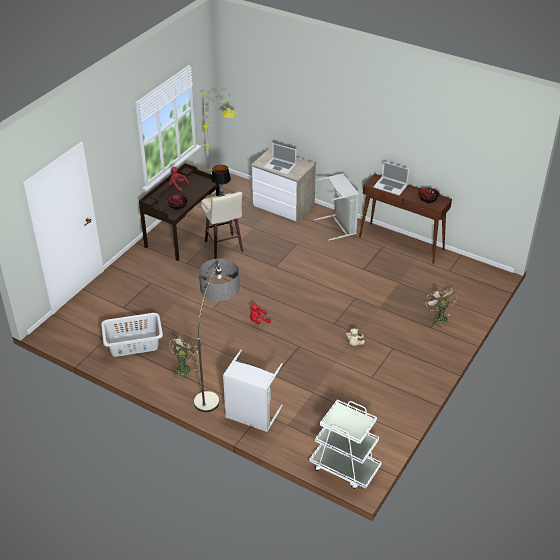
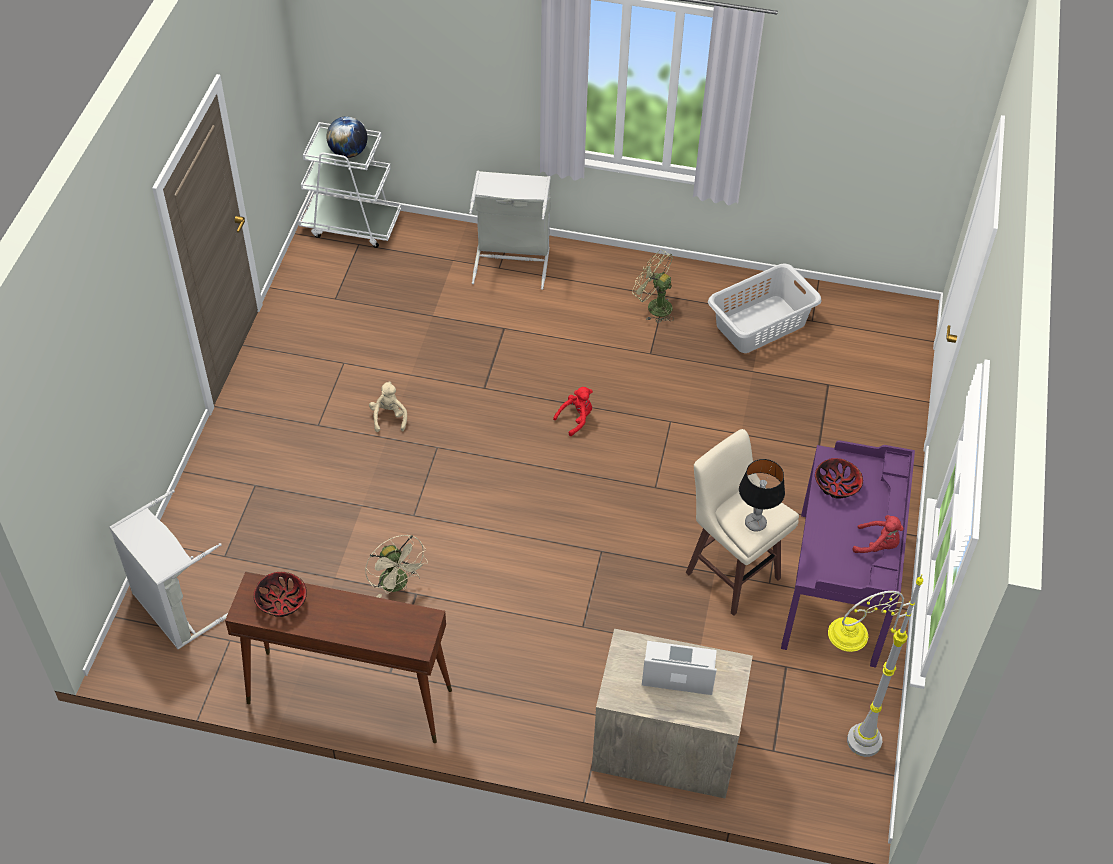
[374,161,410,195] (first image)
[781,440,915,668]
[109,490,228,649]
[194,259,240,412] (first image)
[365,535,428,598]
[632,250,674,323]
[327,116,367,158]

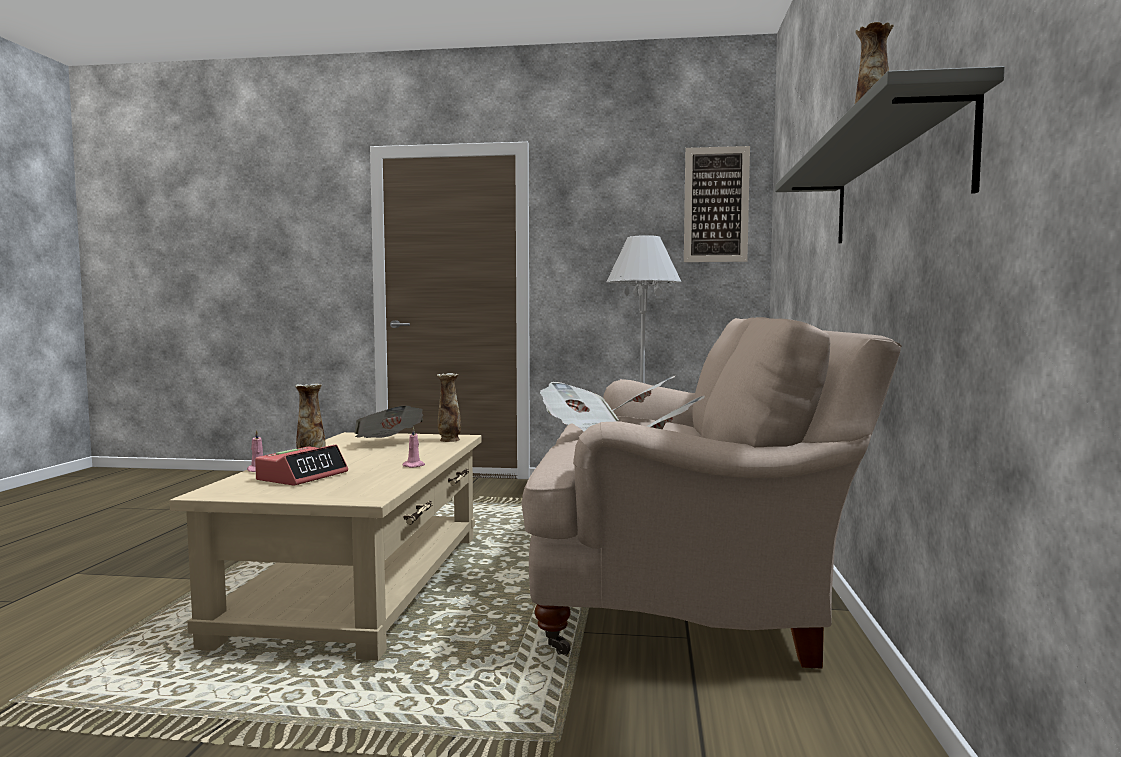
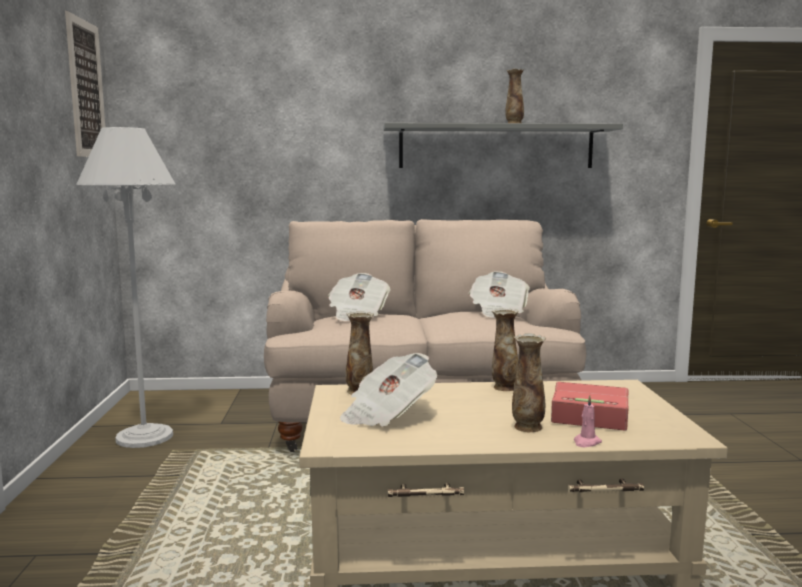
[540,382,619,431] (first image)
[492,308,518,391]

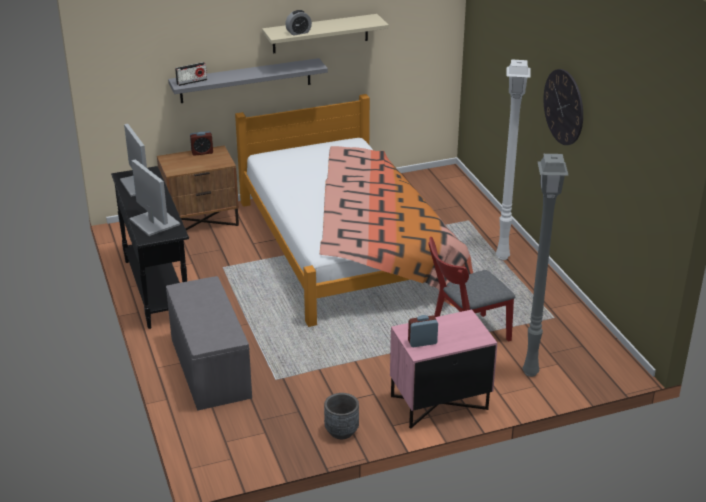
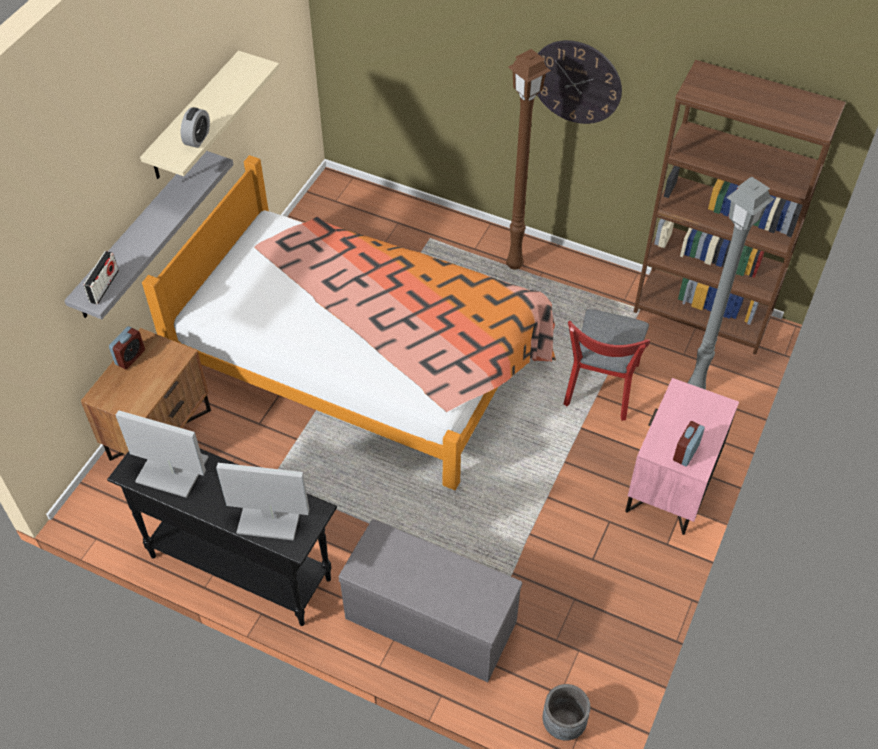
[506,49,551,270]
[543,684,590,741]
[634,60,846,355]

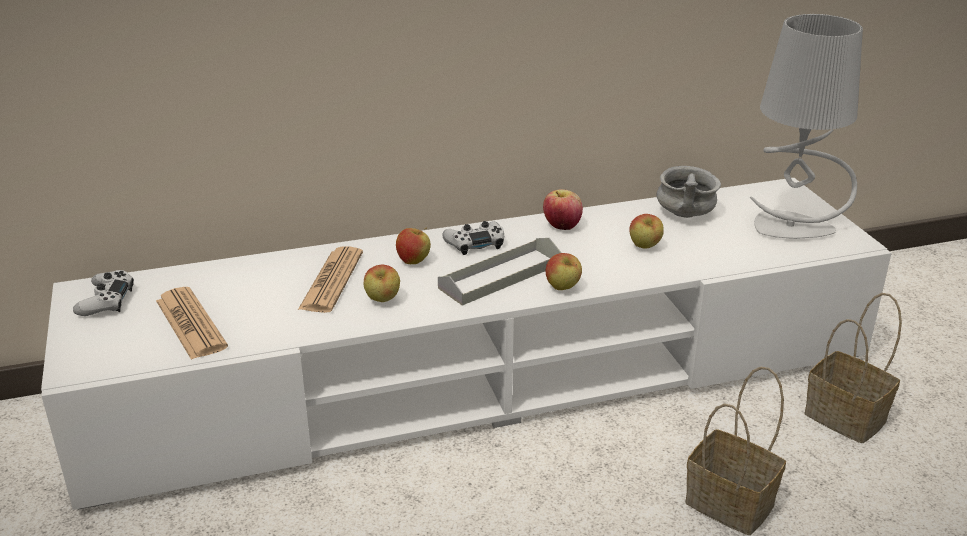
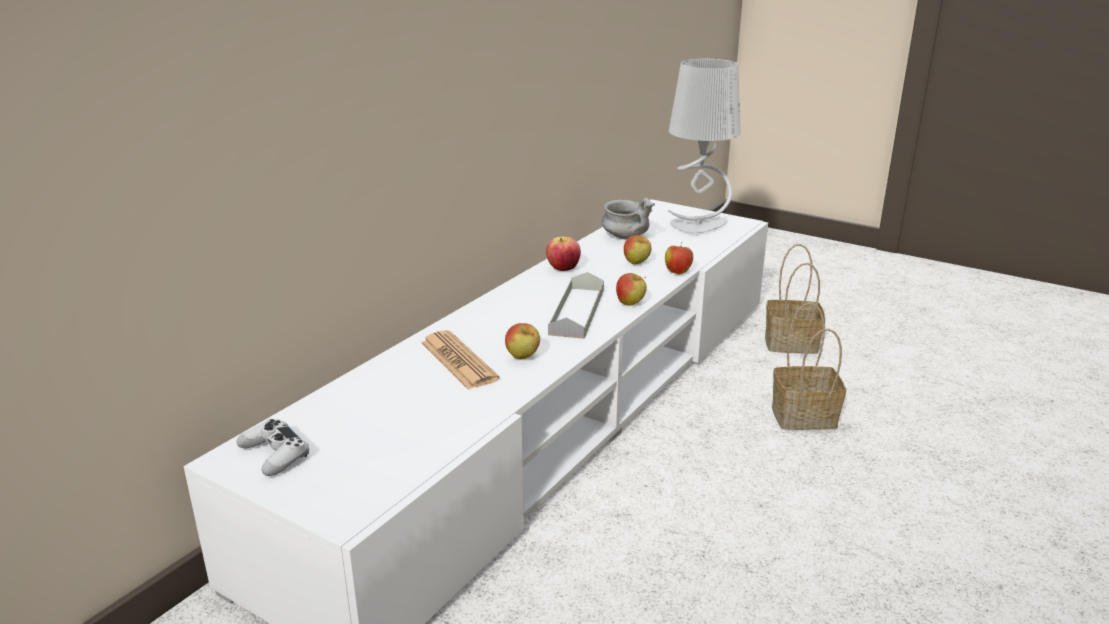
[442,221,504,255] (first image)
[665,242,693,275]
[156,287,228,360] (first image)

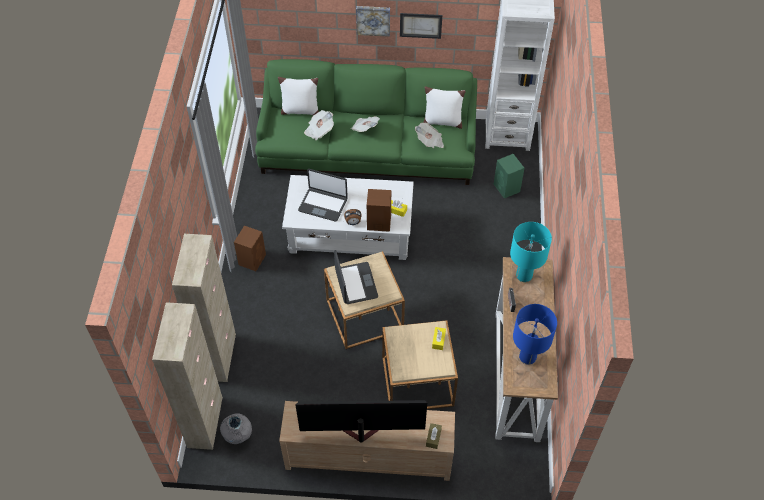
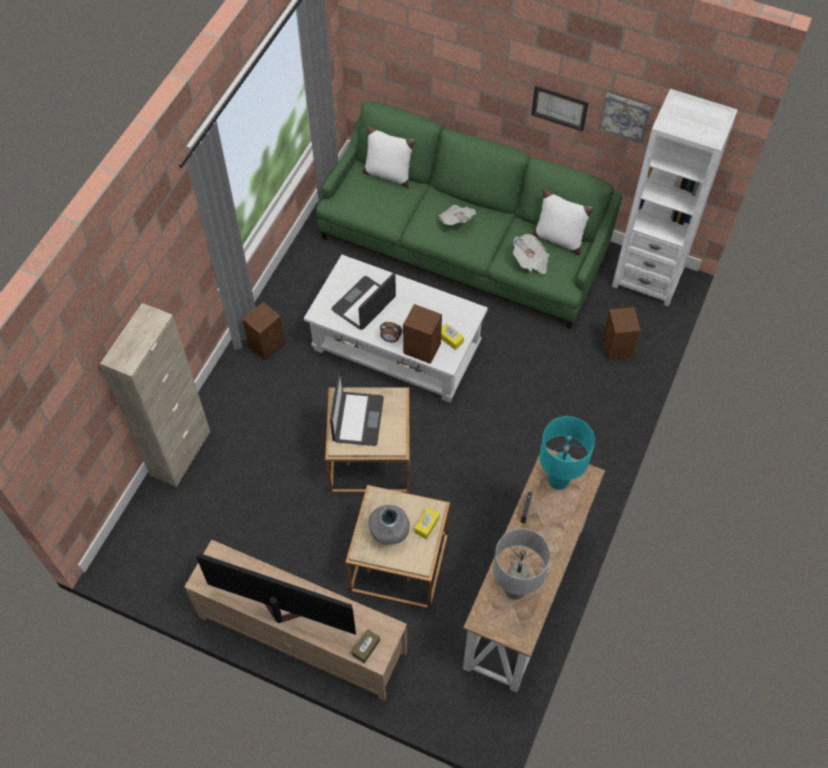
[599,93,651,143]
[304,110,334,141] (first image)
[602,307,641,360]
[331,273,396,330]
[152,302,223,450] (first image)
[493,529,550,600]
[368,505,410,545]

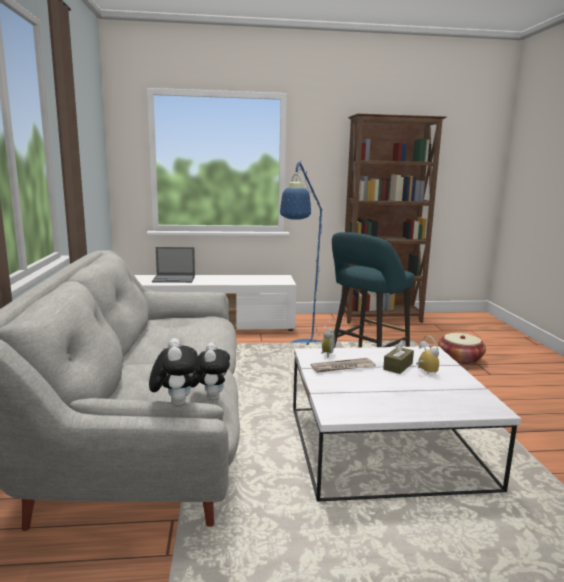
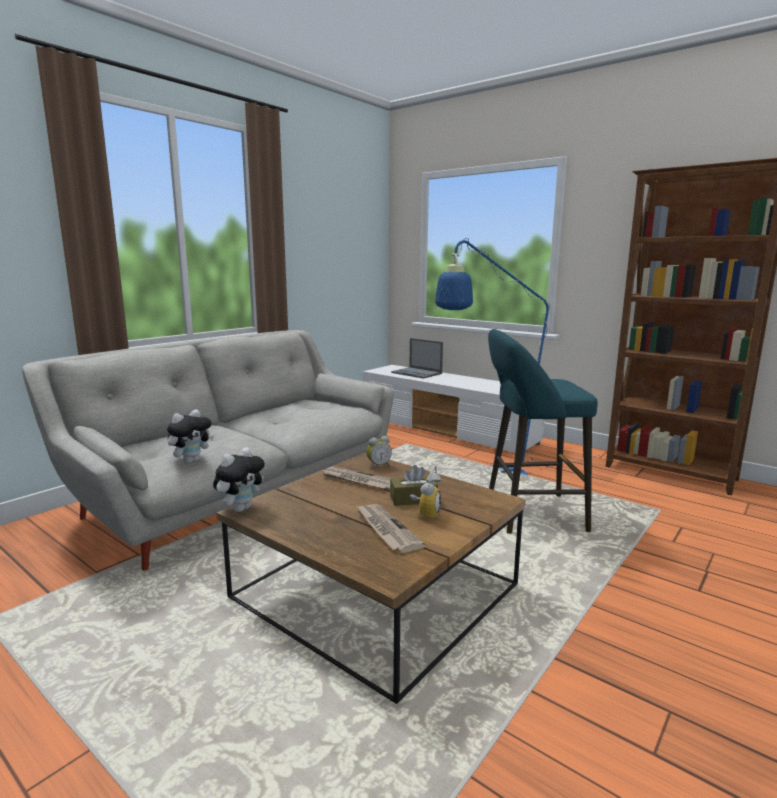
[438,333,486,365] (first image)
[213,447,265,512]
[216,453,526,704]
[355,504,426,553]

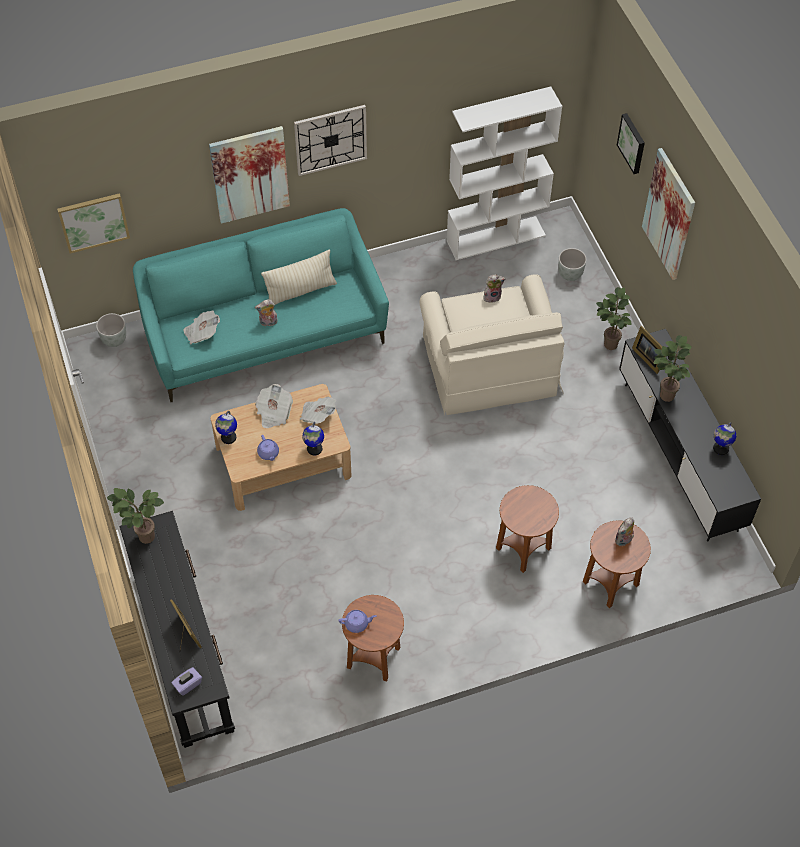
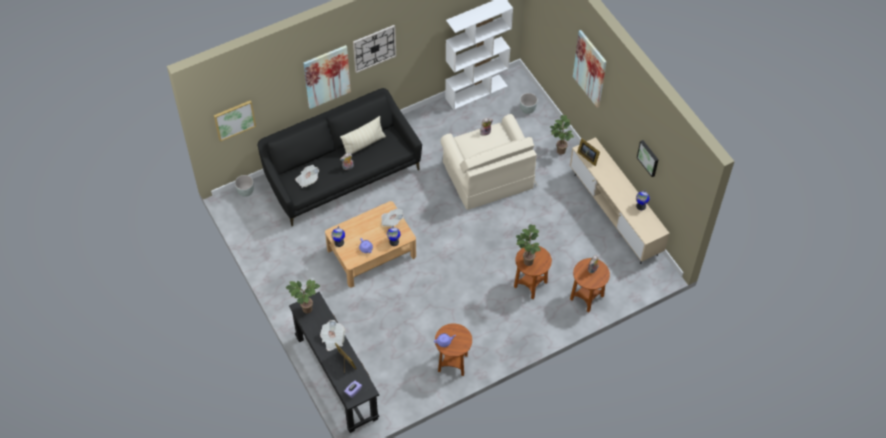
[637,140,658,177]
[258,88,422,226]
[570,137,670,264]
[516,224,540,266]
[320,320,345,351]

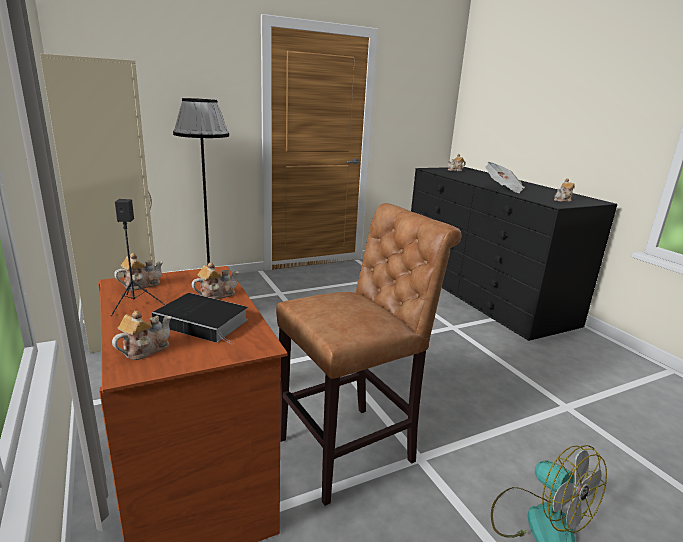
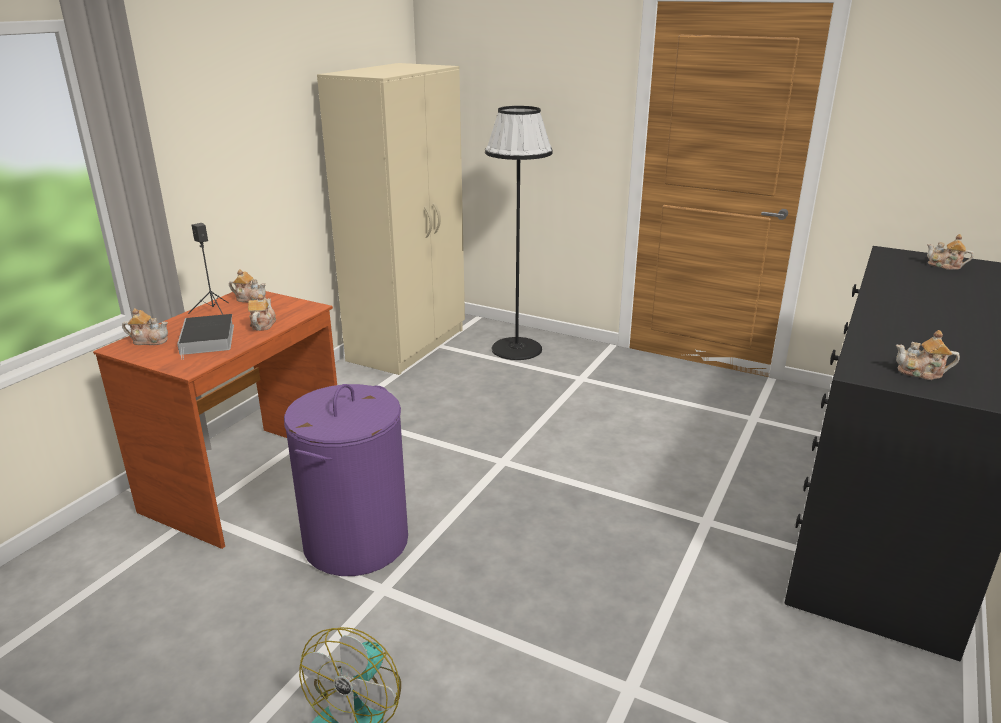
[485,162,525,193] (first image)
[284,384,408,576]
[248,294,276,331]

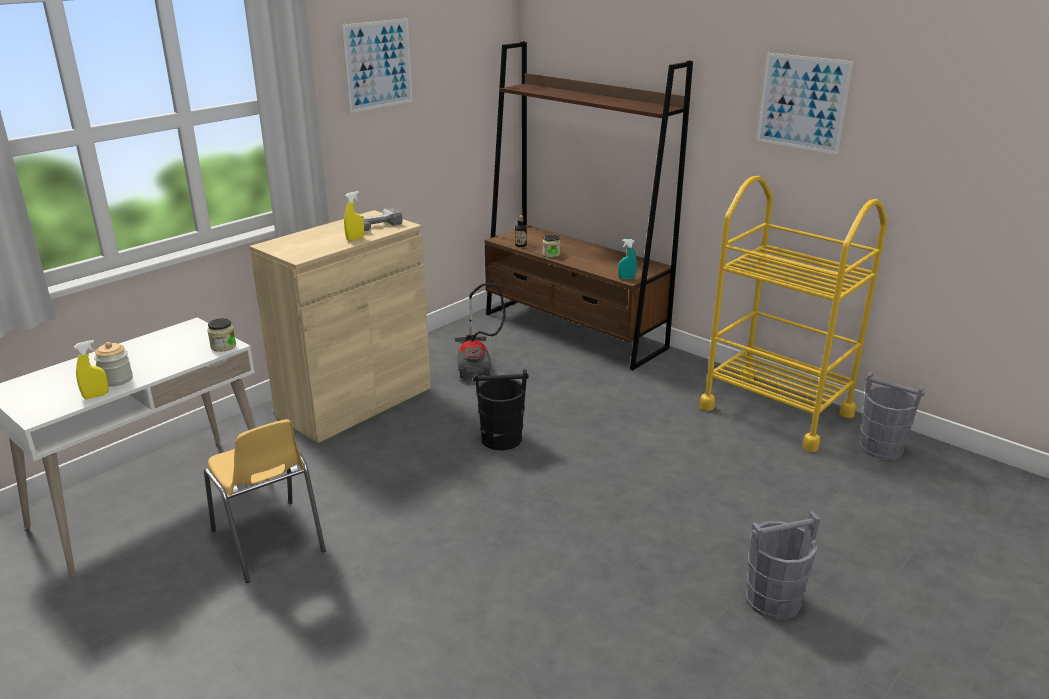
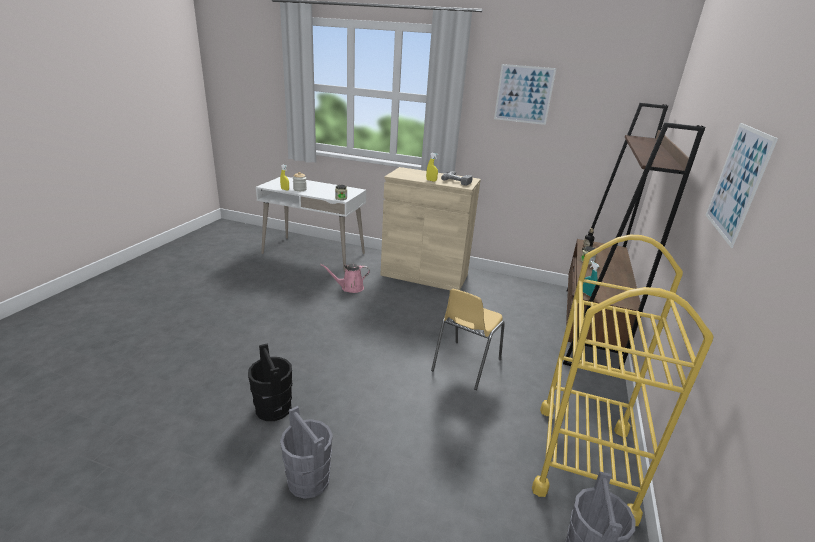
[455,283,506,379] (first image)
[248,343,292,421]
[431,289,505,390]
[320,264,370,293]

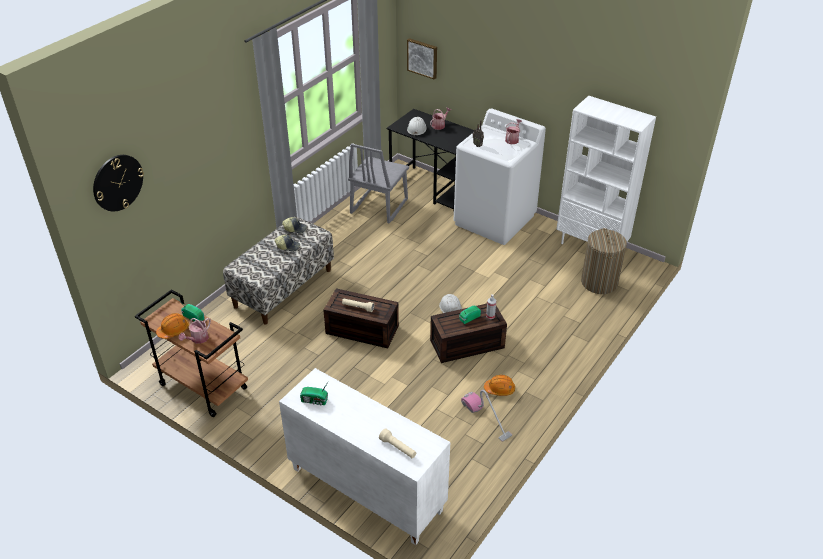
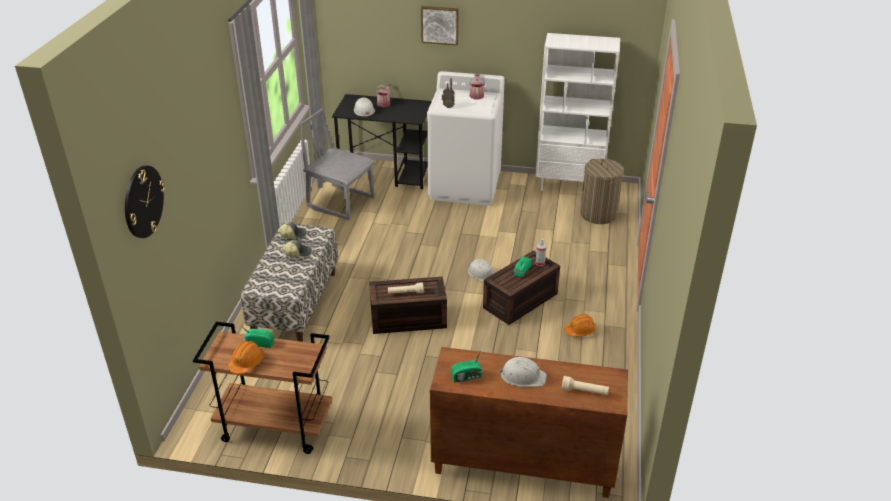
[421,6,459,46]
[301,108,375,220]
[179,318,211,344] (first image)
[430,347,628,498]
[461,390,512,442] (first image)
[498,357,547,387]

